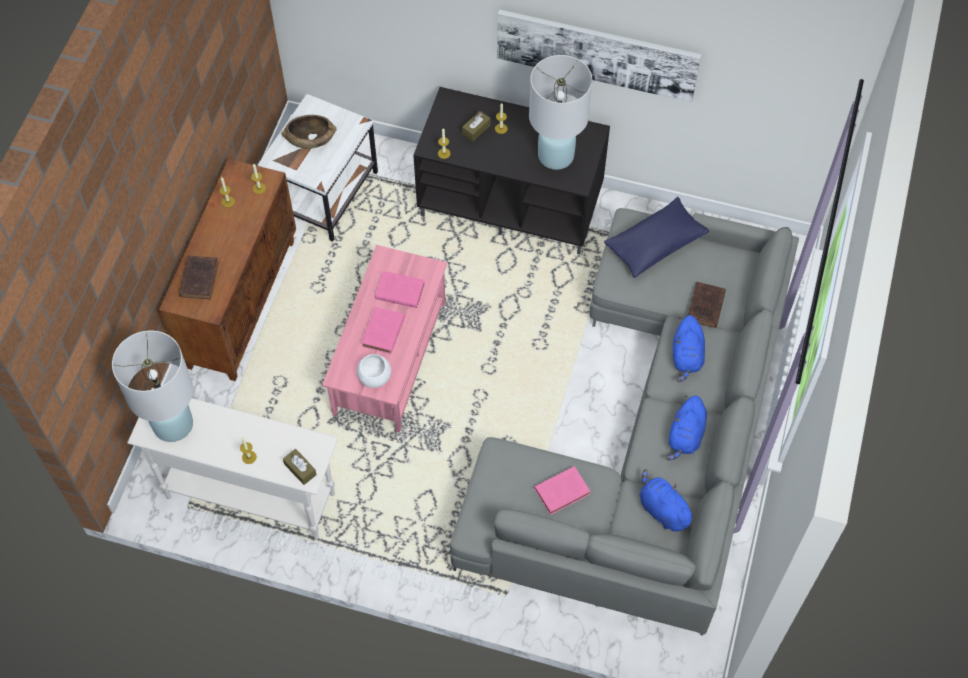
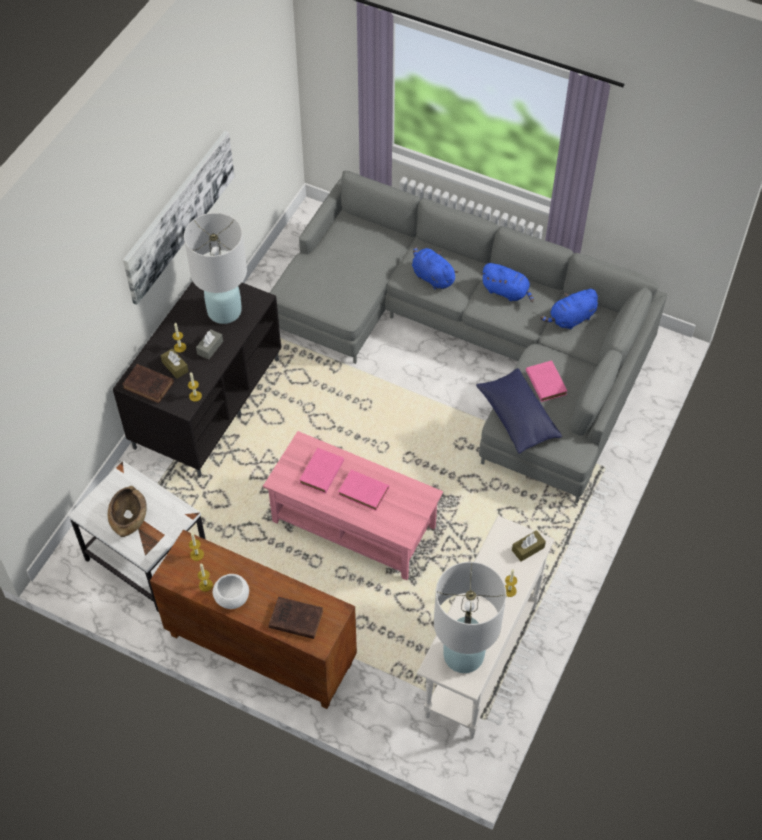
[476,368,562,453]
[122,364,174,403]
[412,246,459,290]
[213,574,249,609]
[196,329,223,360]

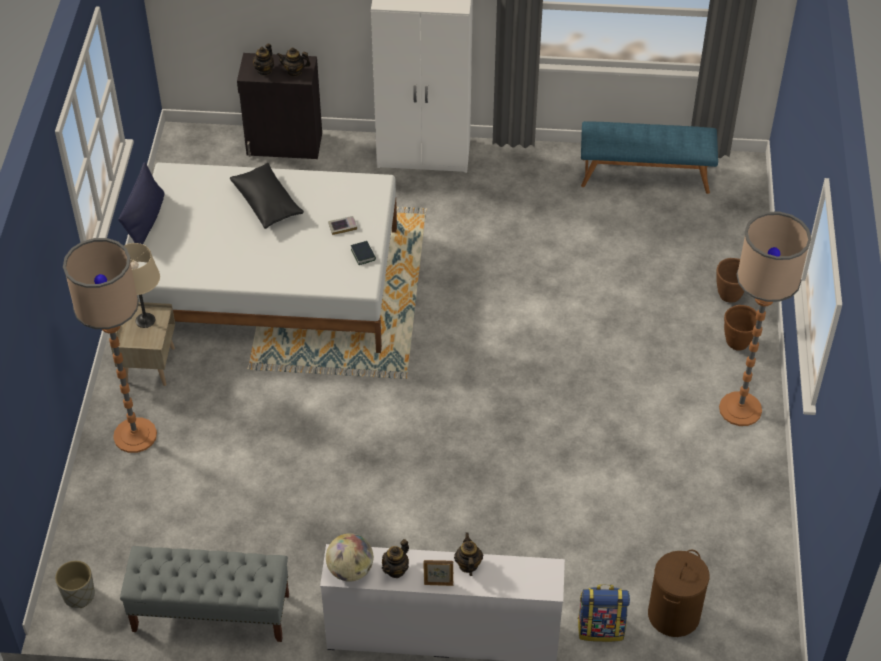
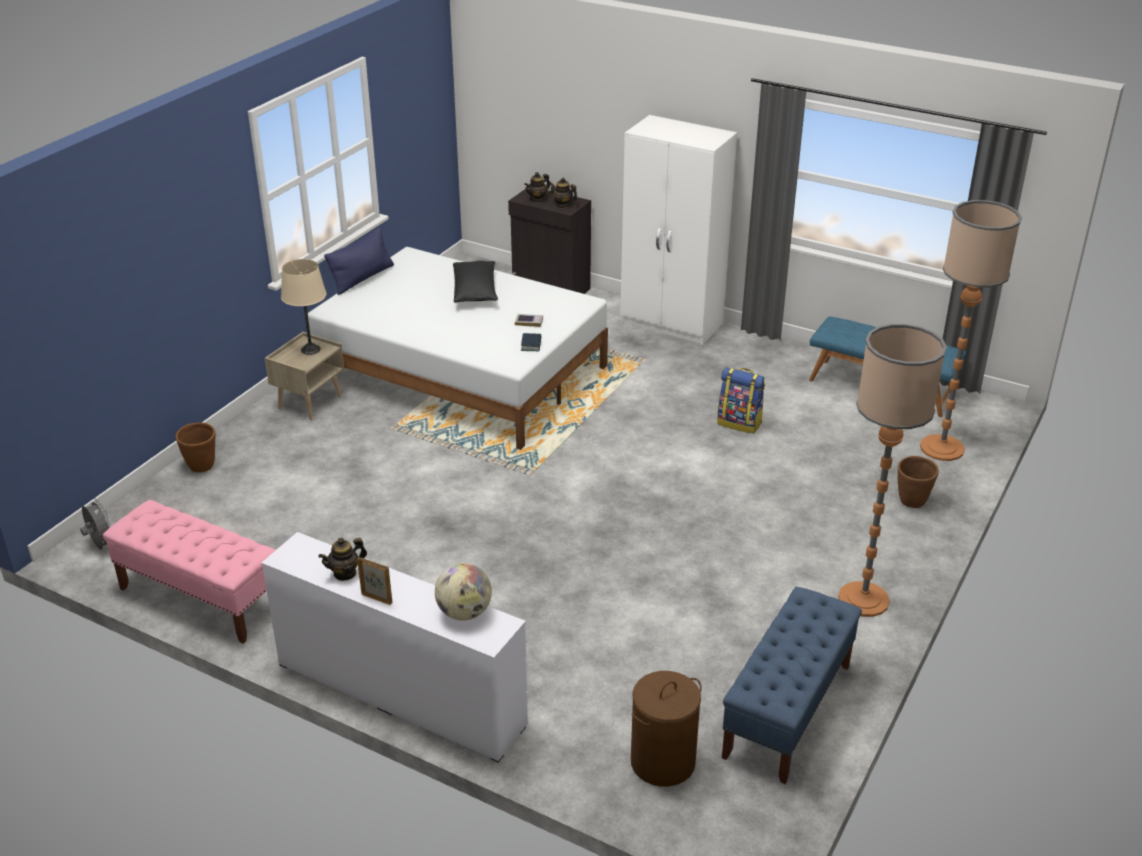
[920,200,1022,461]
[176,422,215,472]
[454,532,484,576] (first image)
[435,563,492,621]
[103,500,275,644]
[80,498,112,550]
[717,367,765,434]
[722,587,862,784]

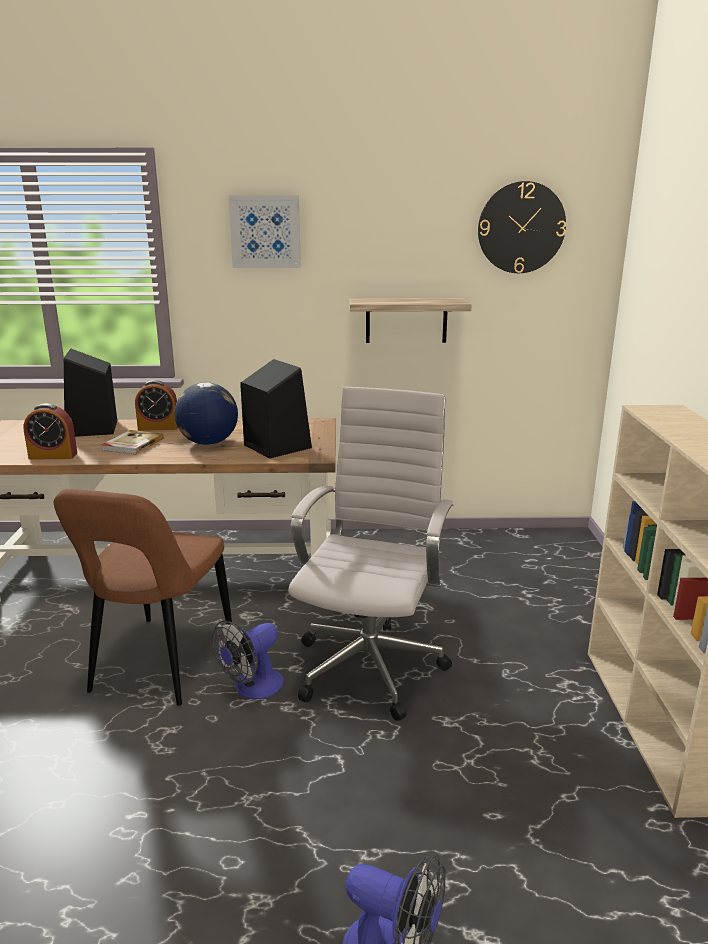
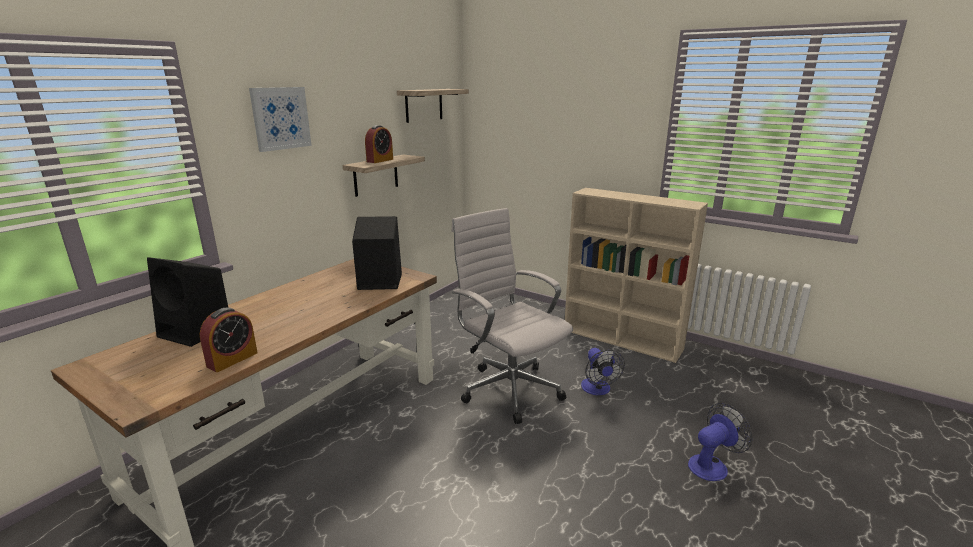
[397,89,469,123]
[365,125,393,163]
[174,382,238,445] (first image)
[101,430,164,455] (first image)
[54,489,232,706] (first image)
[581,348,625,395]

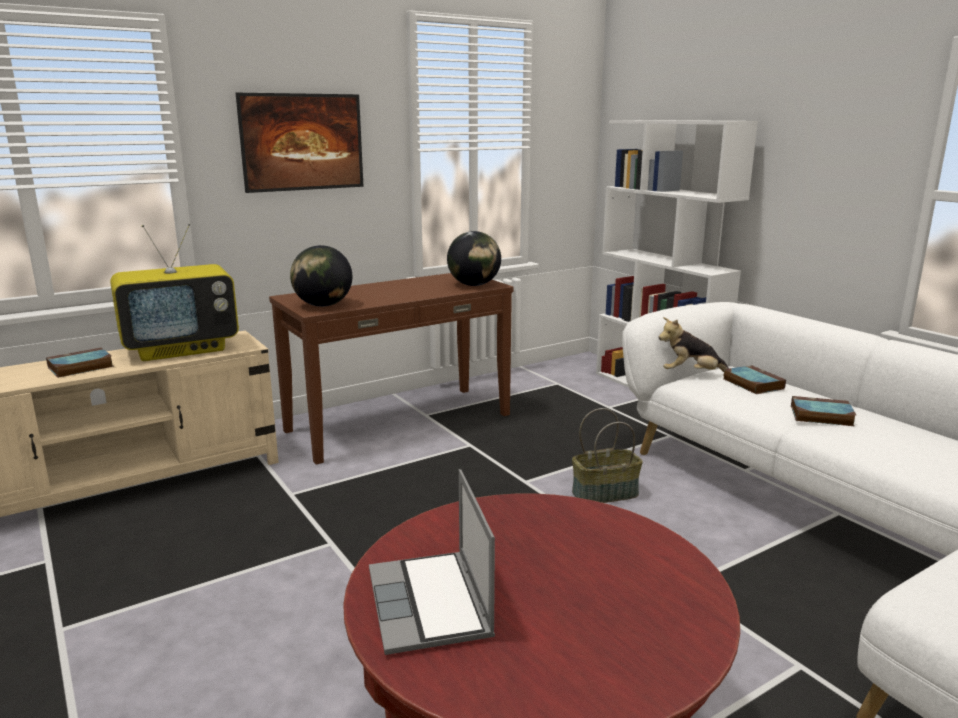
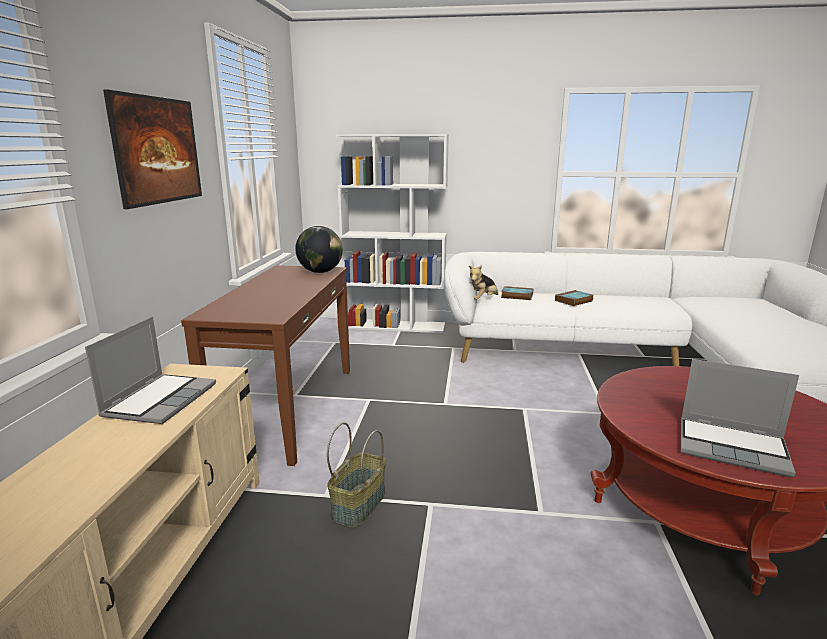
[85,317,216,424]
[290,245,352,307] (first image)
[46,348,114,378] (first image)
[327,422,386,527]

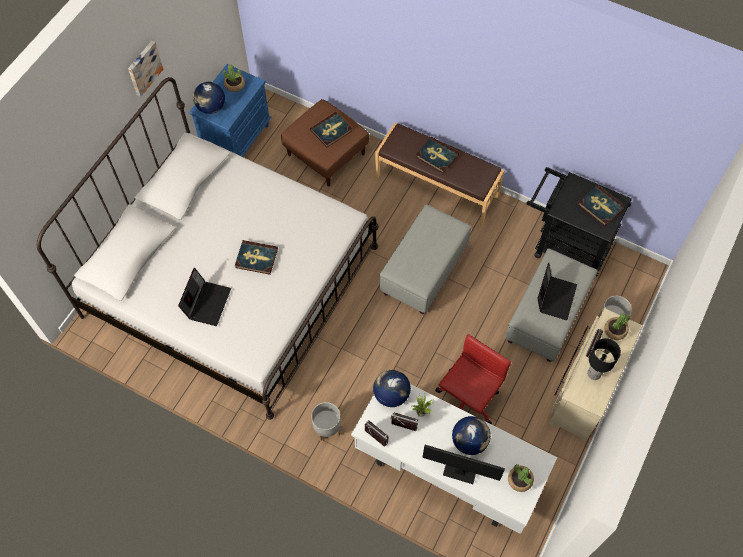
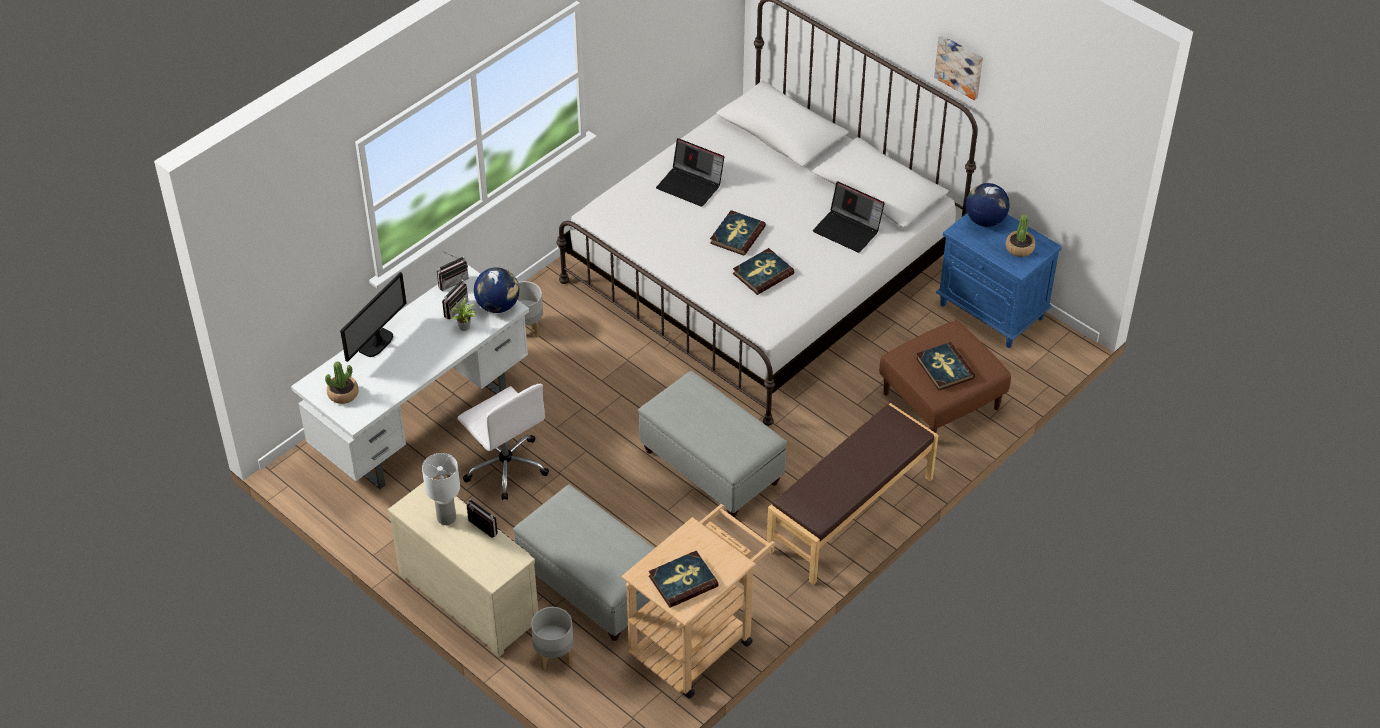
[733,248,794,295]
[621,504,775,698]
[813,181,885,253]
[604,314,630,340] (first image)
[457,384,549,500]
[422,453,460,525]
[452,416,491,455] (first image)

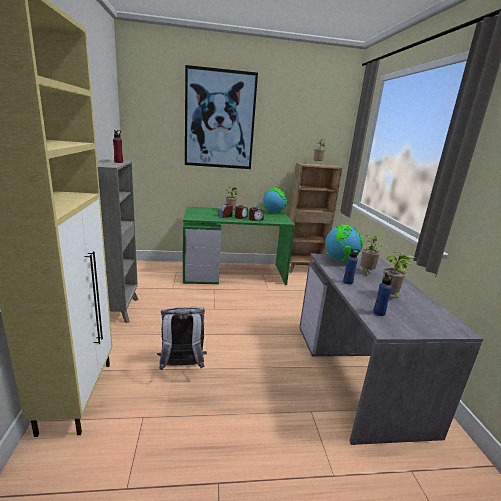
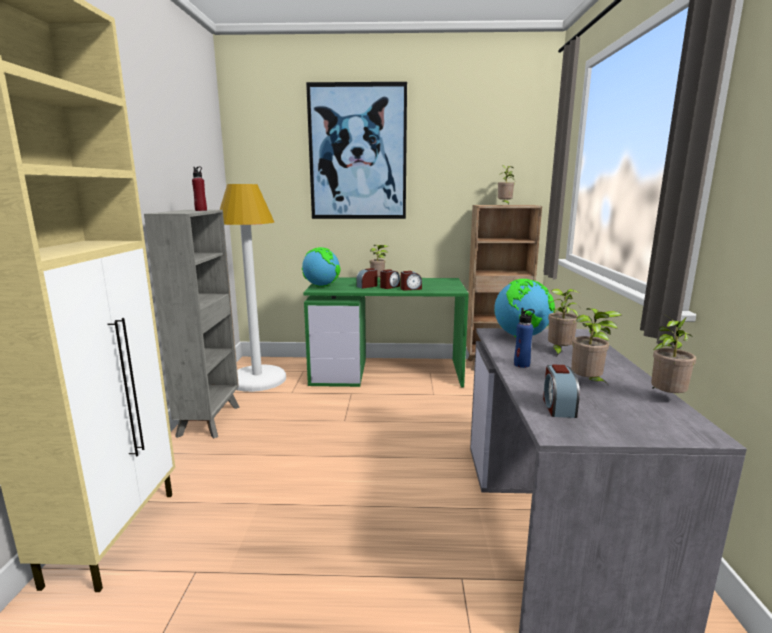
[302,247,341,287]
[543,365,580,418]
[157,306,207,370] (first image)
[220,184,286,392]
[651,315,697,393]

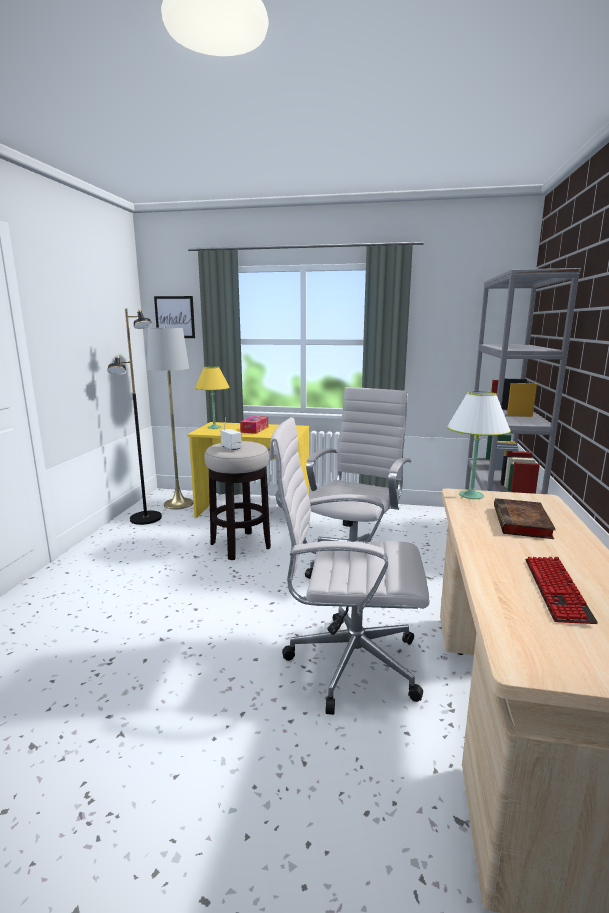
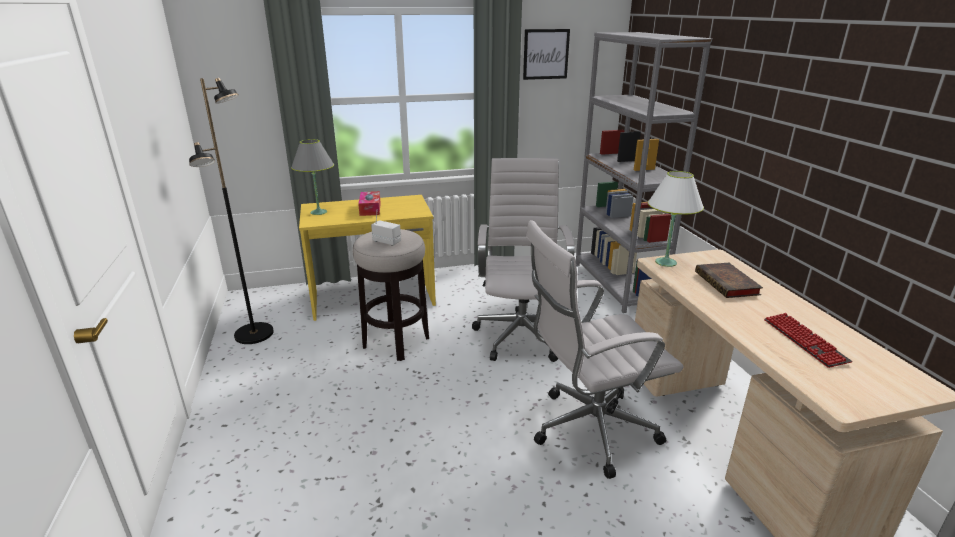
[523,29,570,80]
[147,327,193,509] (first image)
[291,139,334,215]

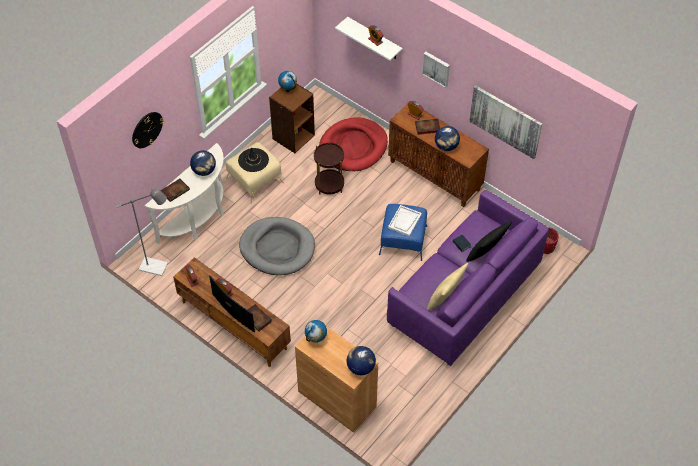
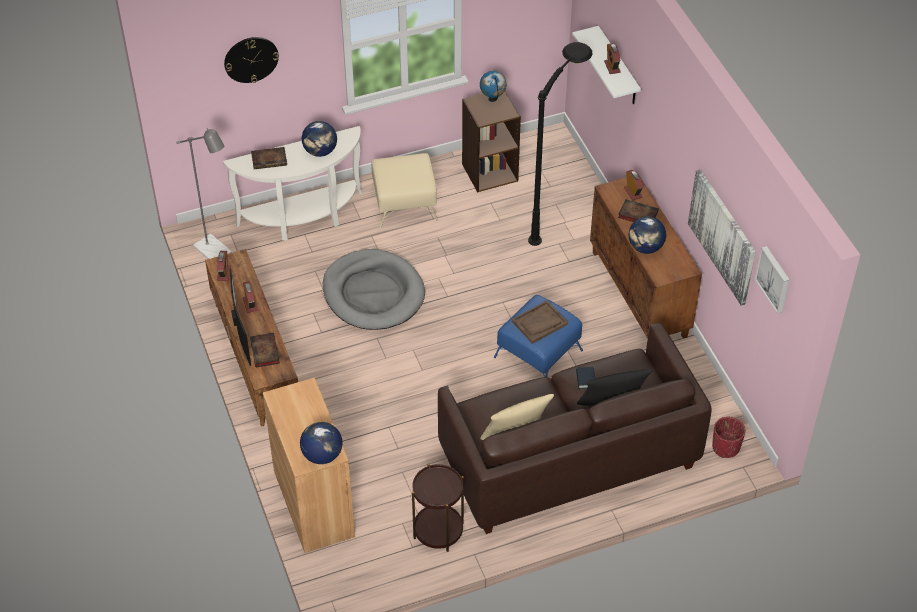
[755,246,790,313]
[528,42,592,246]
[412,464,464,552]
[238,148,269,172] (first image)
[438,323,712,534]
[512,300,568,344]
[305,320,327,343] (first image)

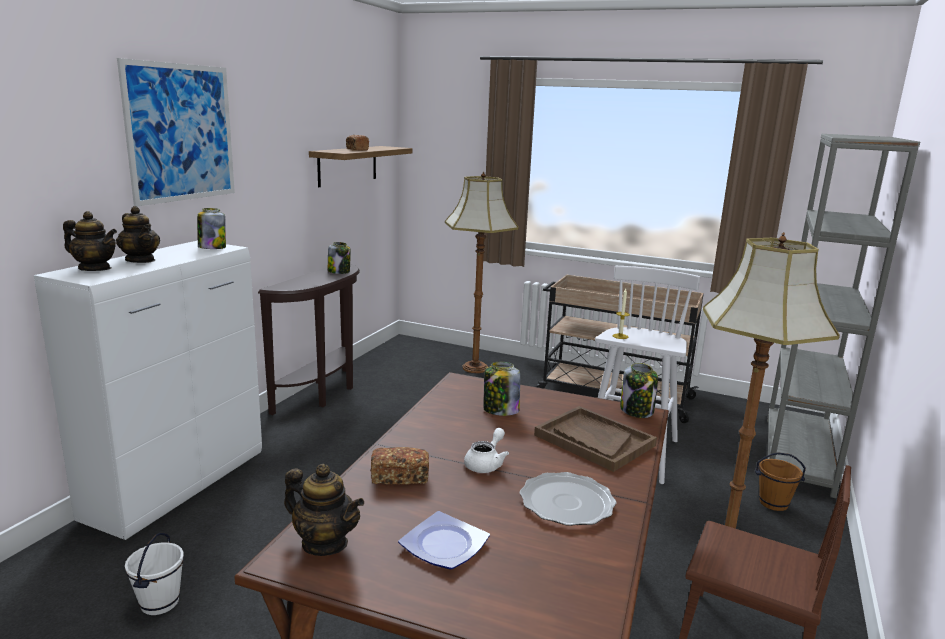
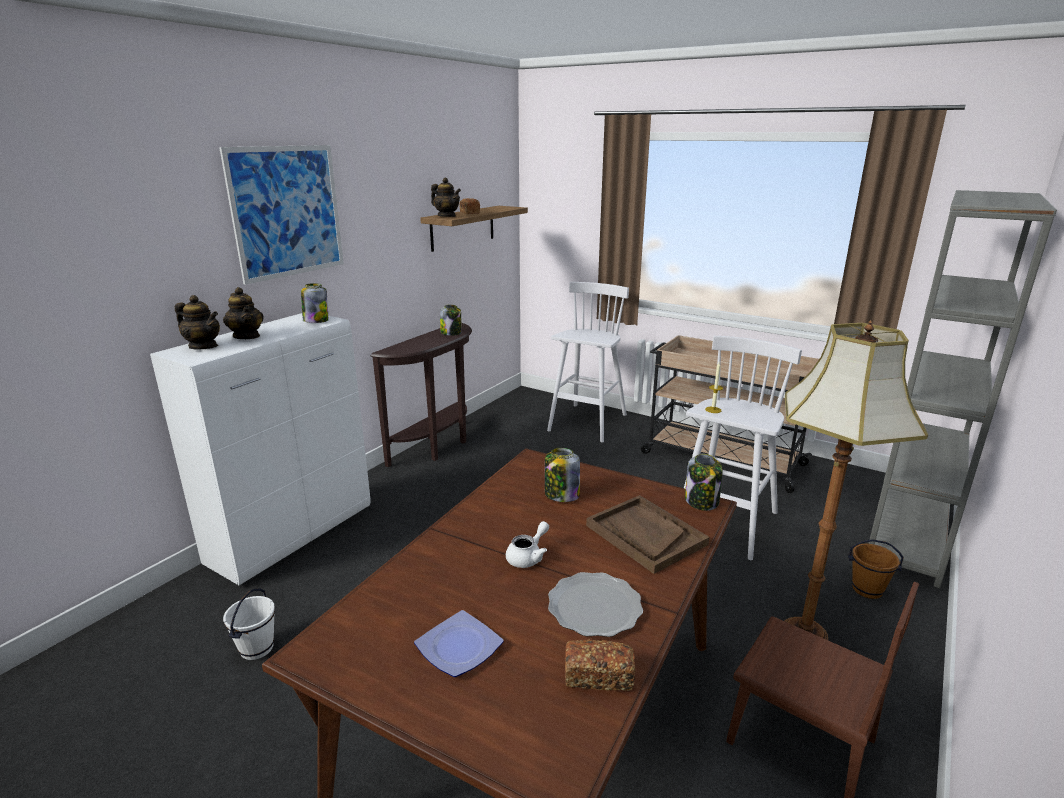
[547,282,629,443]
[565,639,635,691]
[431,178,461,217]

